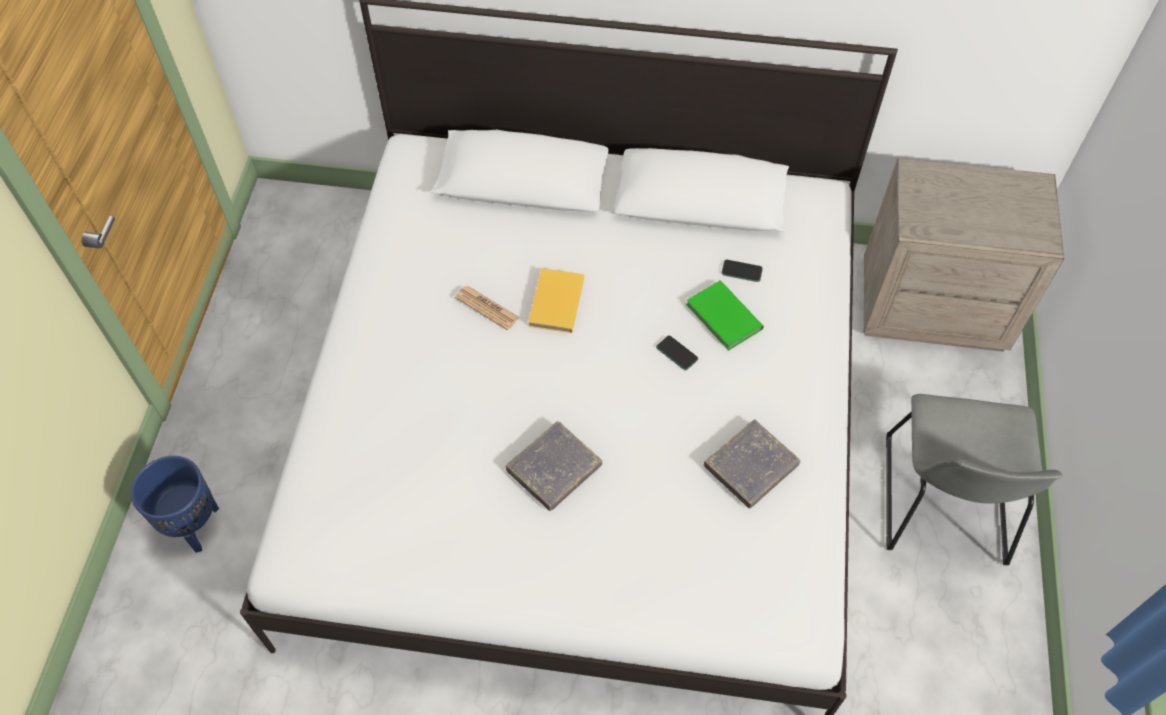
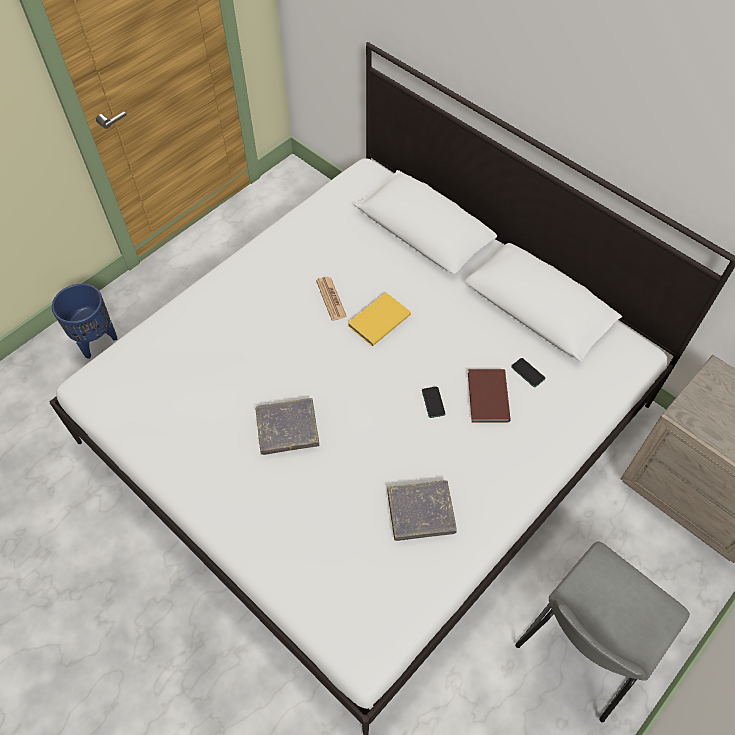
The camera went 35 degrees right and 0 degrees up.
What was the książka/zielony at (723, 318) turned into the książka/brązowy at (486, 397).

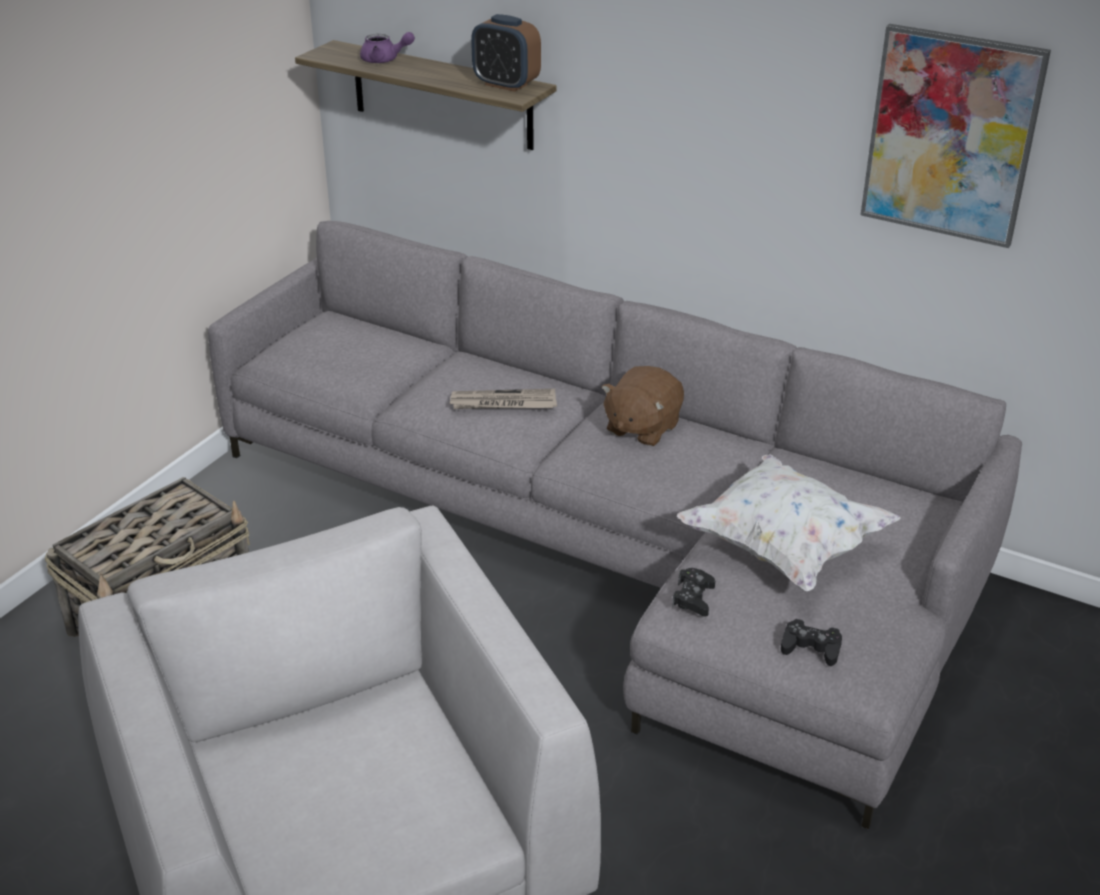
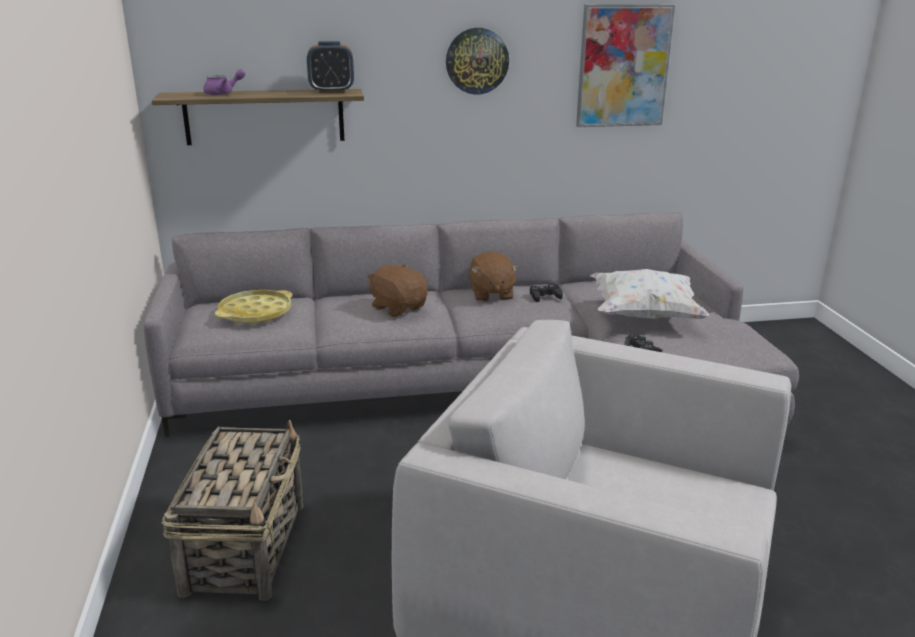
The camera went 40 degrees left and 10 degrees down.
The second view gained the taca/żółty at (255, 313).
The second view gained the zegar ścienny at (477, 61).
The pad do gier/czarny ended up elsewhere, having gone from (811, 648) to (545, 296).
Where the gazeta stood at (503, 403), the pluszak/brązowy came to stand at (398, 308).

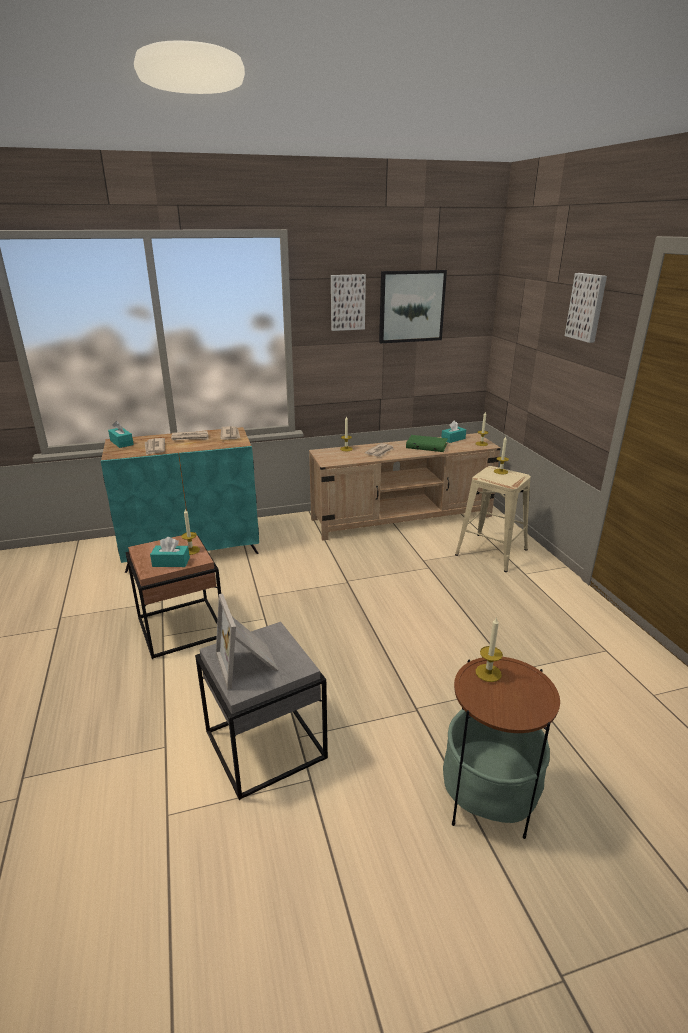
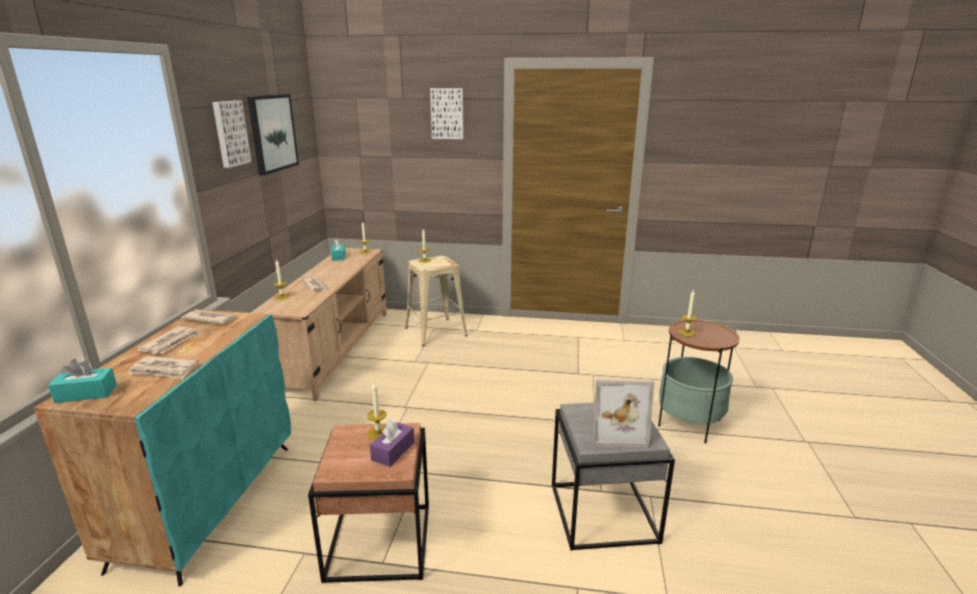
The camera went 65 degrees left and 5 degrees down.
The second view lost the książka/zielony at (427, 445).
What was the pudełko chusteczek/turkusowy at (171, 562) turned into the pudełko chusteczek/fioletowy at (393, 451).

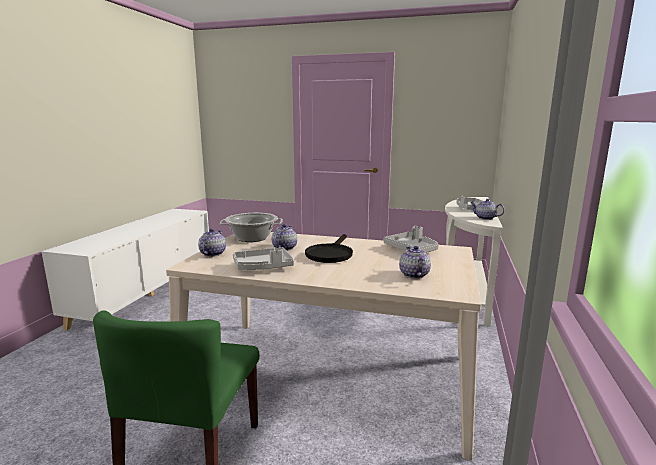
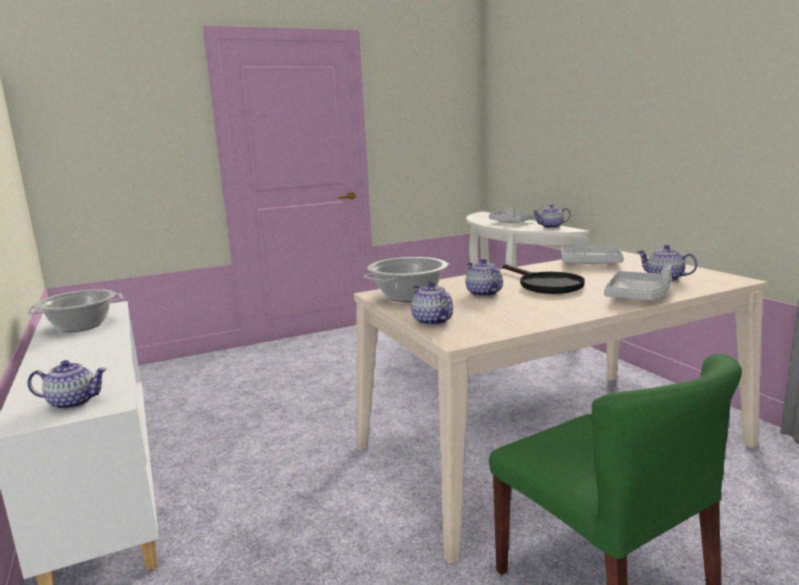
The camera went 40 degrees left and 0 degrees up.
The second view gained the garnek at (81, 326).
The second view gained the imbryk at (73, 402).
The taca/szary ended up elsewhere, having gone from (263, 267) to (638, 296).

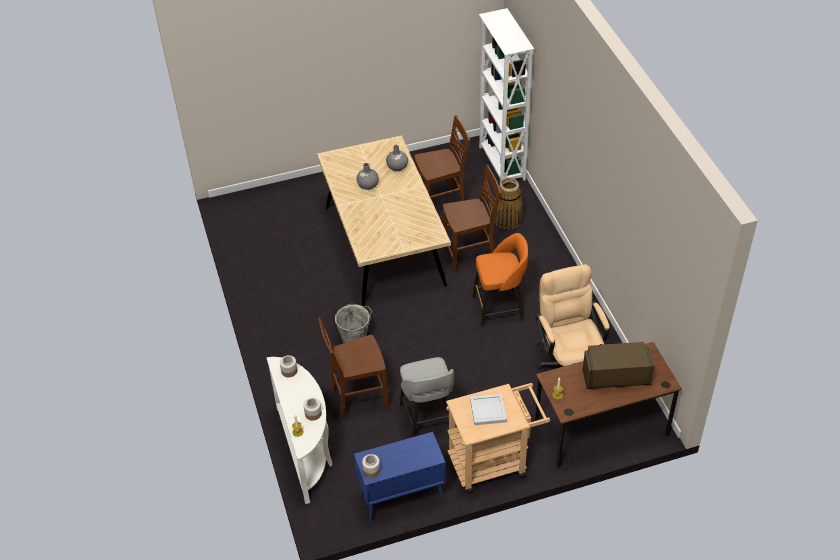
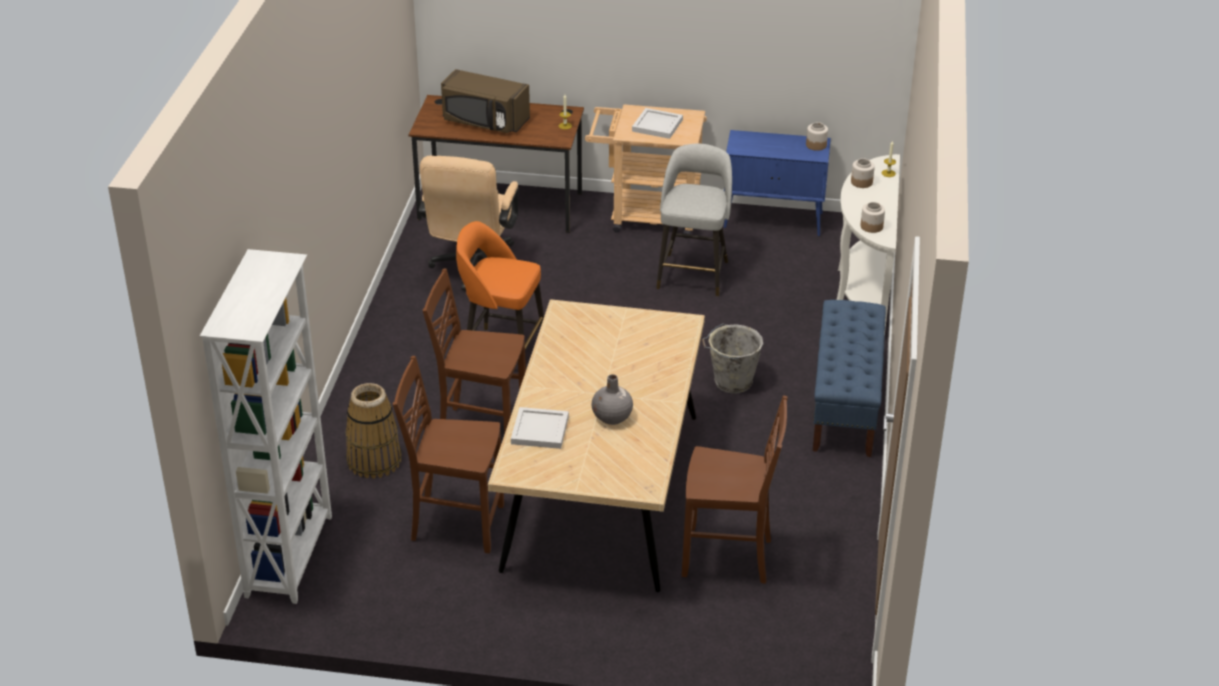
The camera went 155 degrees left and 10 degrees down.
The second view gained the ławka/niebieski at (845, 405).
The krzesło/brązowy ended up elsewhere, having gone from (358, 398) to (729, 557).
Where the wazon/szary stood at (397, 167), the taca/biały came to stand at (541, 430).

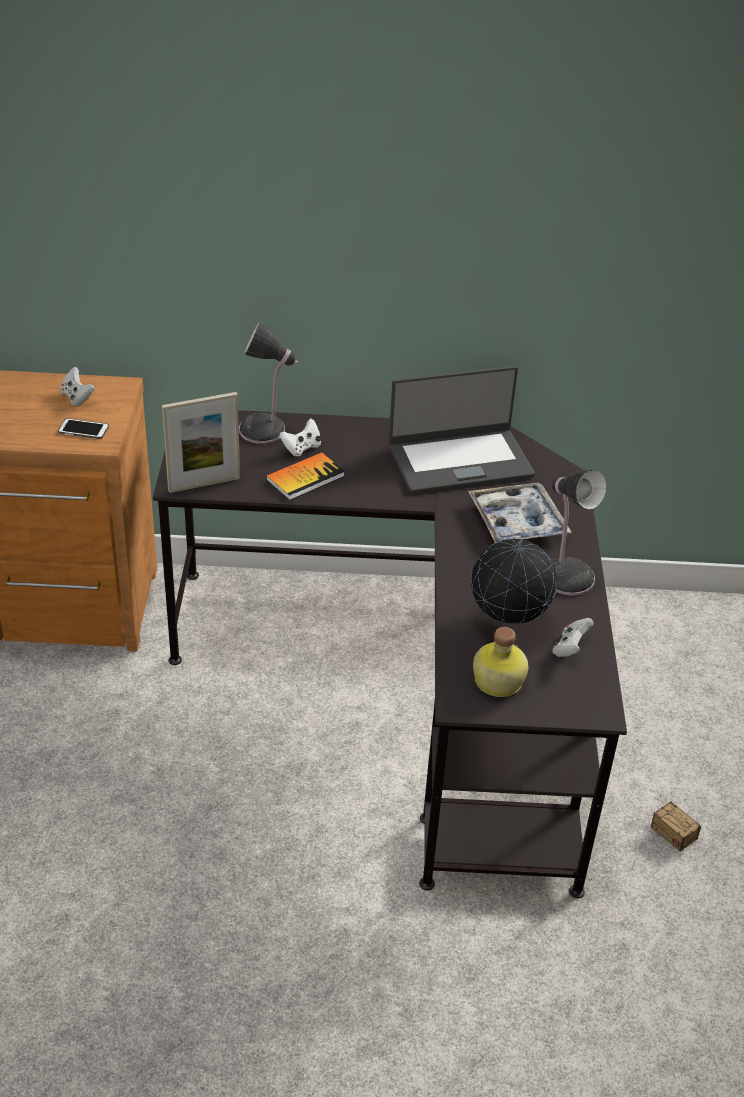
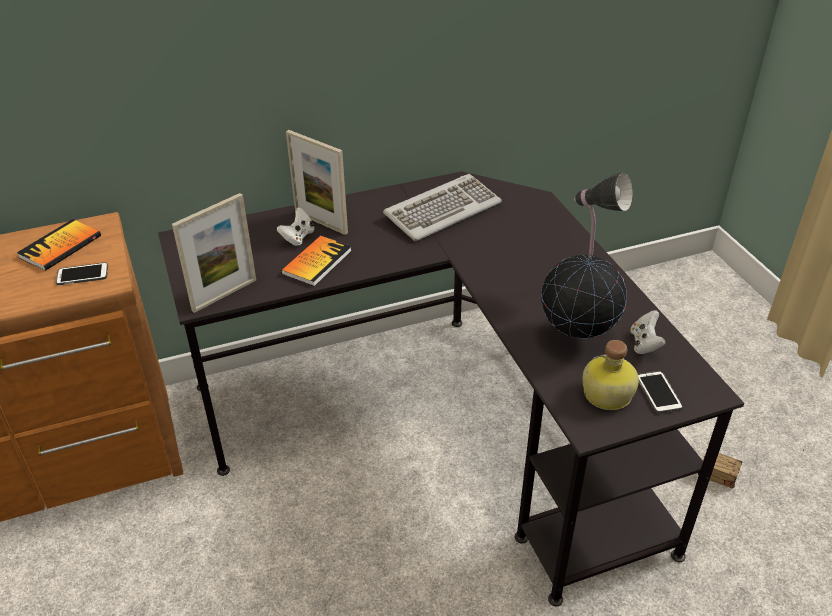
The camera went 20 degrees left and 0 degrees up.
The second view lost the lampa stołowa at (265, 430).
The second view lost the taca at (517, 521).
The second view gained the ramka na zdjęcie at (321, 222).
The second view gained the telefon at (658, 393).
Where the pad do gier/biały stood at (77, 398), the książka came to stand at (60, 246).
Where the laptop stood at (459, 460), the klawiatura came to stand at (442, 210).

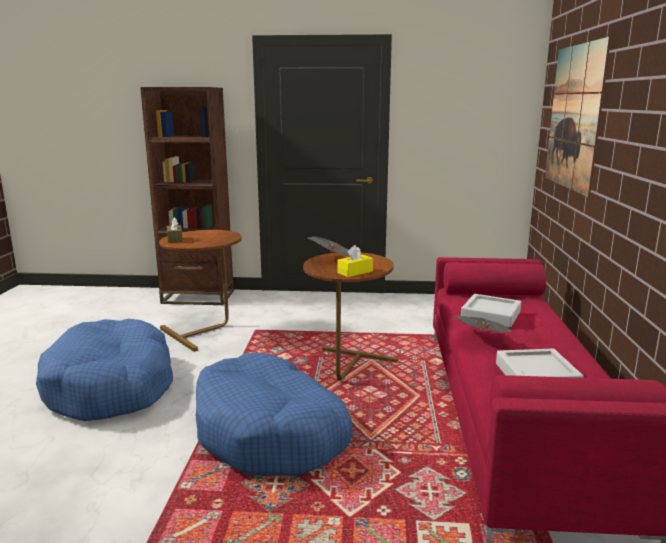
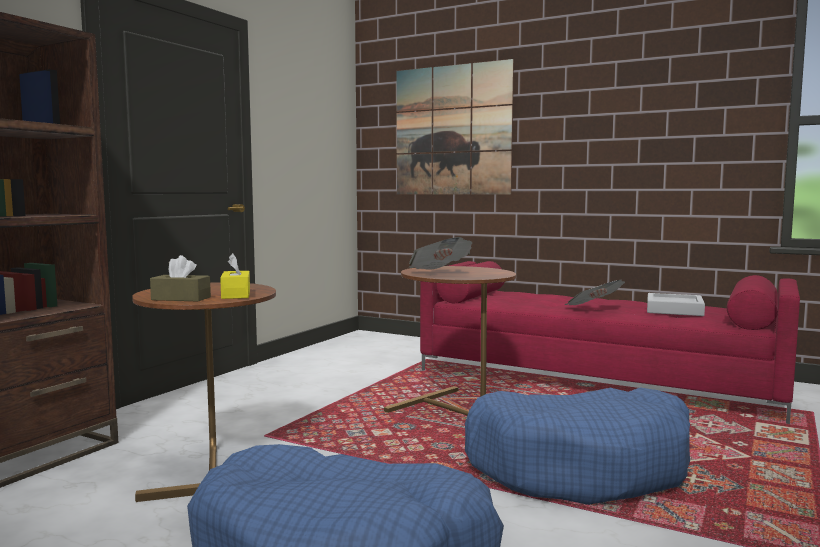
The camera went 65 degrees left and 10 degrees down.
The second view lost the taca/szary at (490, 315).
The pudełko chusteczek/żółty ended up elsewhere, having gone from (355, 272) to (236, 294).

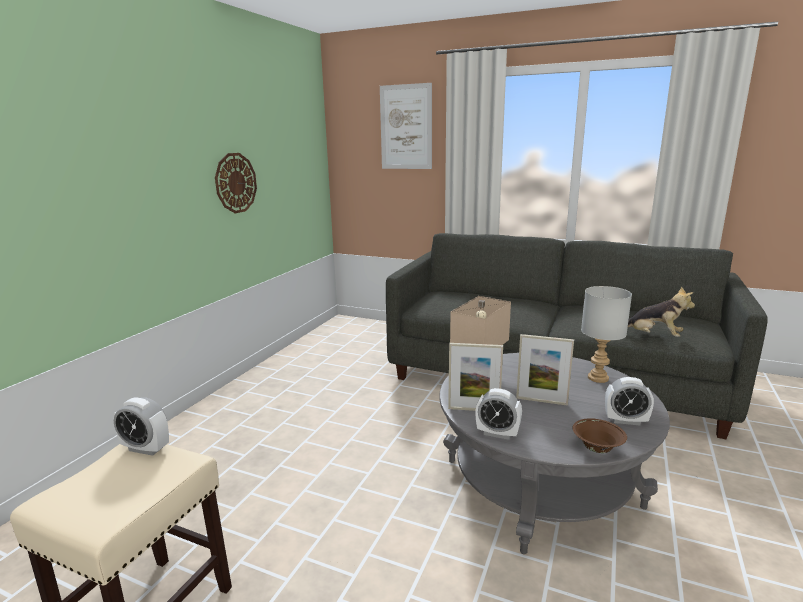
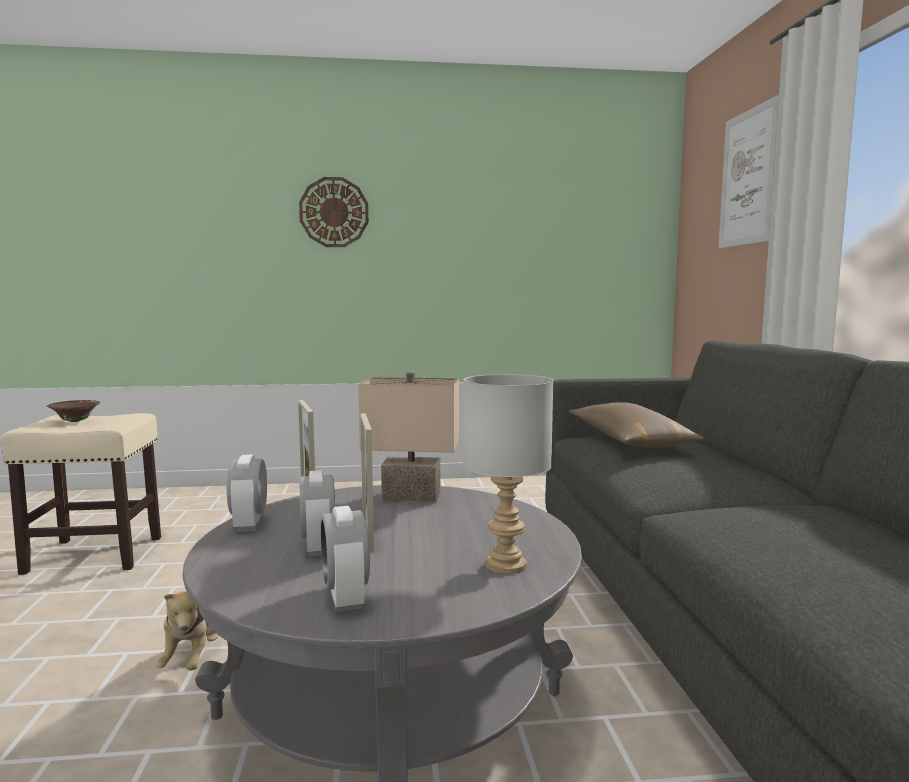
The camera went 60 degrees right and 10 degrees down.
The second view gained the poduszka/brązowy at (628, 440).
The budzik ended up elsewhere, having gone from (146, 449) to (318, 547).
The zegar ścienny ended up elsewhere, having gone from (235, 183) to (334, 212).
The miska/brązowy ended up elsewhere, having gone from (597, 449) to (75, 421).
The pluszak ended up elsewhere, having gone from (653, 336) to (195, 657).

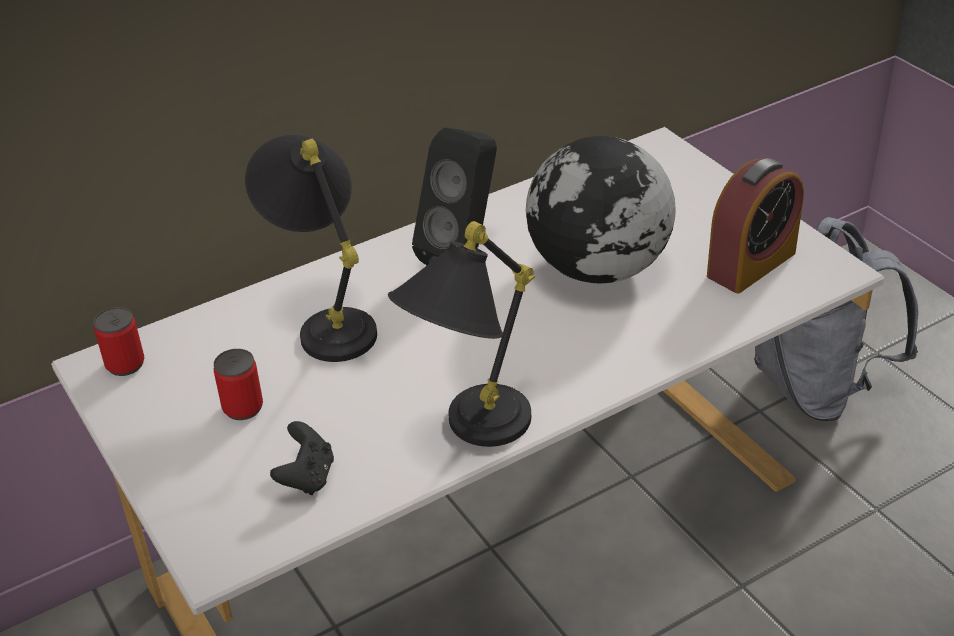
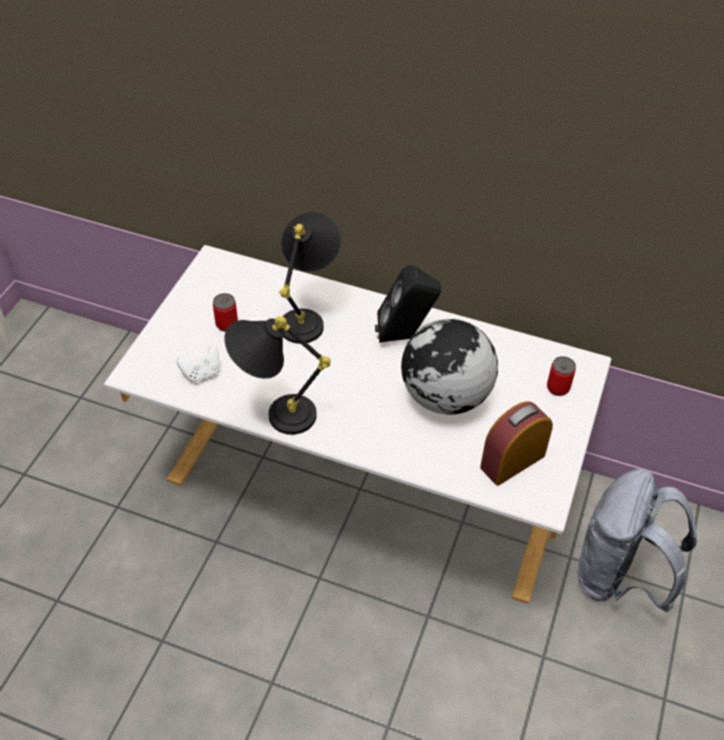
The camera went 50 degrees right and 10 degrees up.
The puszka ended up elsewhere, having gone from (125, 364) to (558, 387).
What was the pad do gier/czarny at (307, 477) turned into the pad do gier/biały at (201, 373).
The budzik at (751, 264) ended up facing another way, 135 degrees clockwise from before.

